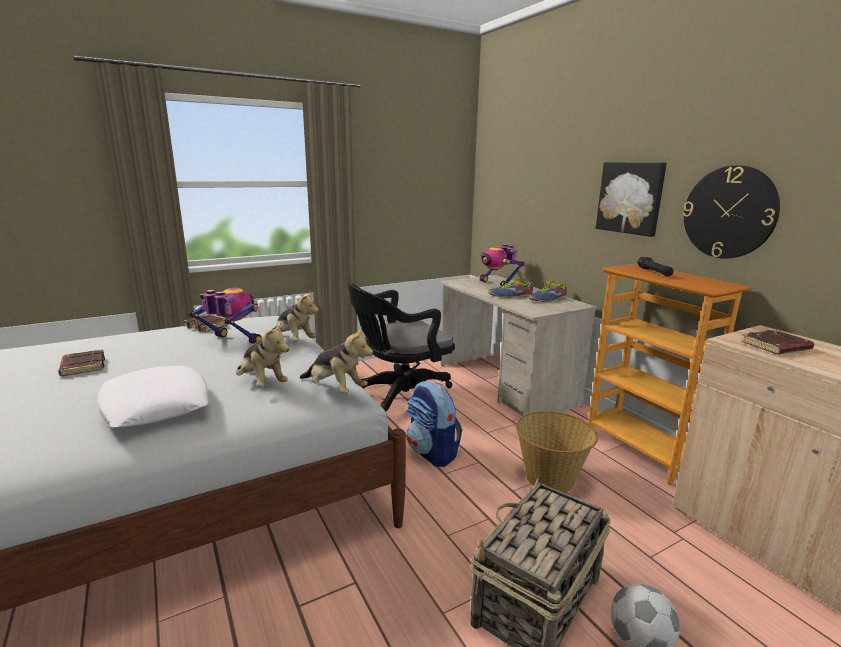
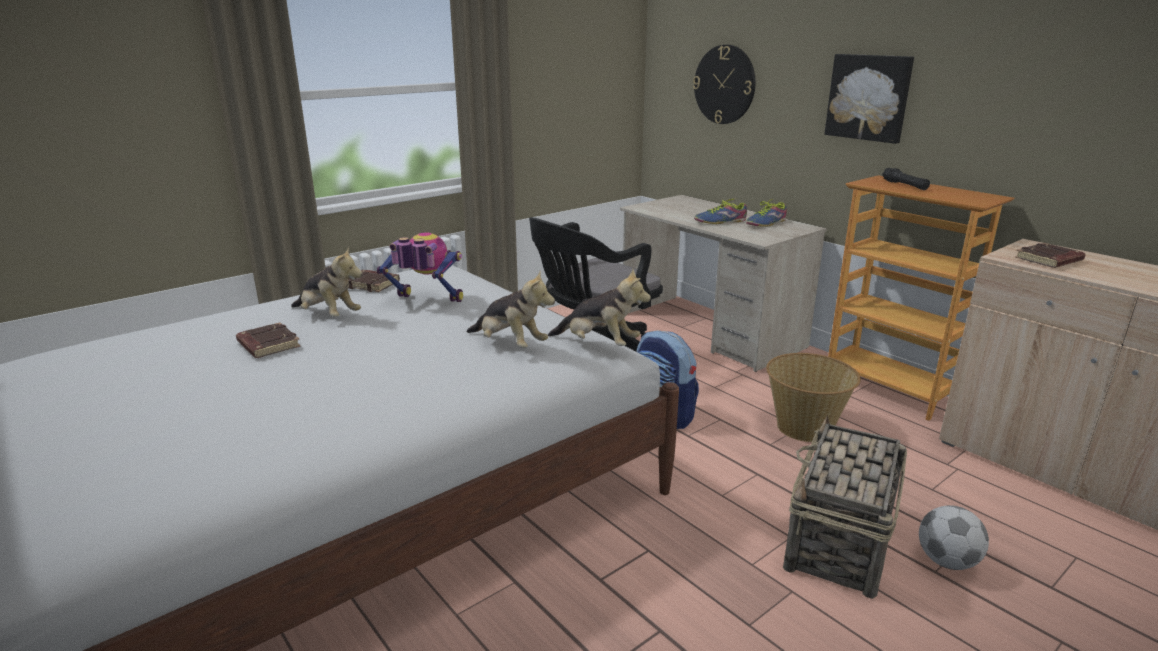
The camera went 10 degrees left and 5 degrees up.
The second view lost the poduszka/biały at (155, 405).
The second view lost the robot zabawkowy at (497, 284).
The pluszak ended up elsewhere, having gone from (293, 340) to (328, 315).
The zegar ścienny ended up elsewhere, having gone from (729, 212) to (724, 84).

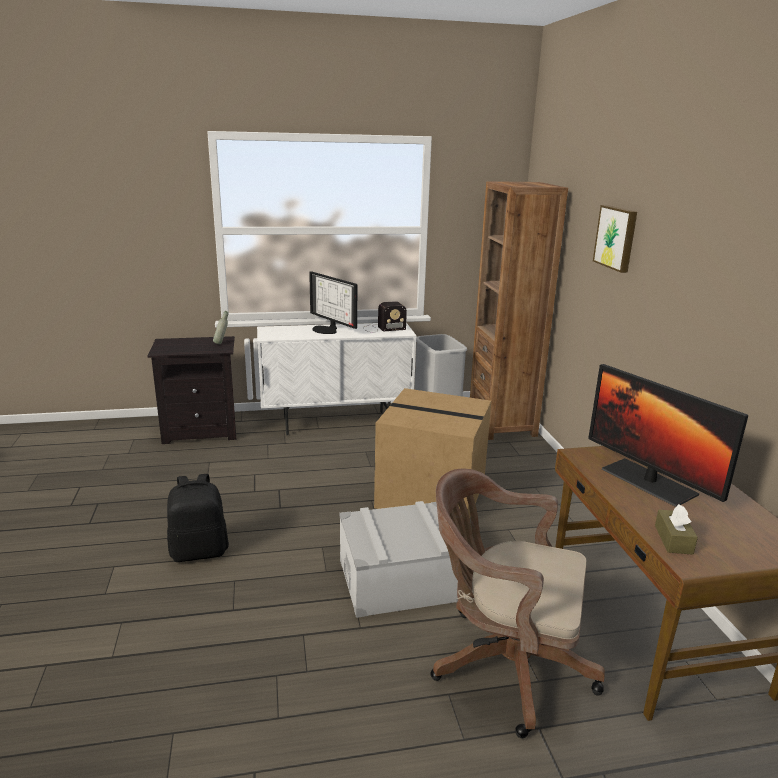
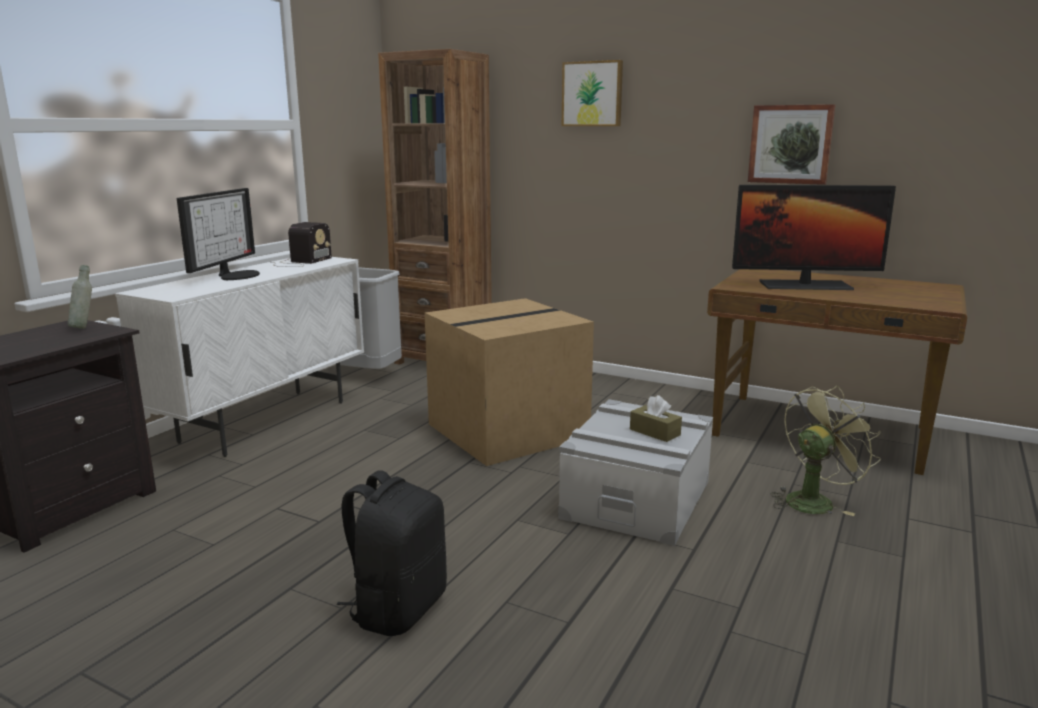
The camera went 50 degrees left and 5 degrees down.
The second view gained the obraz at (790, 144).
The pudełko chusteczek/brązowy ended up elsewhere, having gone from (673, 540) to (654, 432).
Where the krzesło biurowe/brązowy stood at (503, 663), the wentylator/zielony came to stand at (814, 500).
The monitor at (327, 329) ended up facing another way, 75 degrees counterclockwise from before.

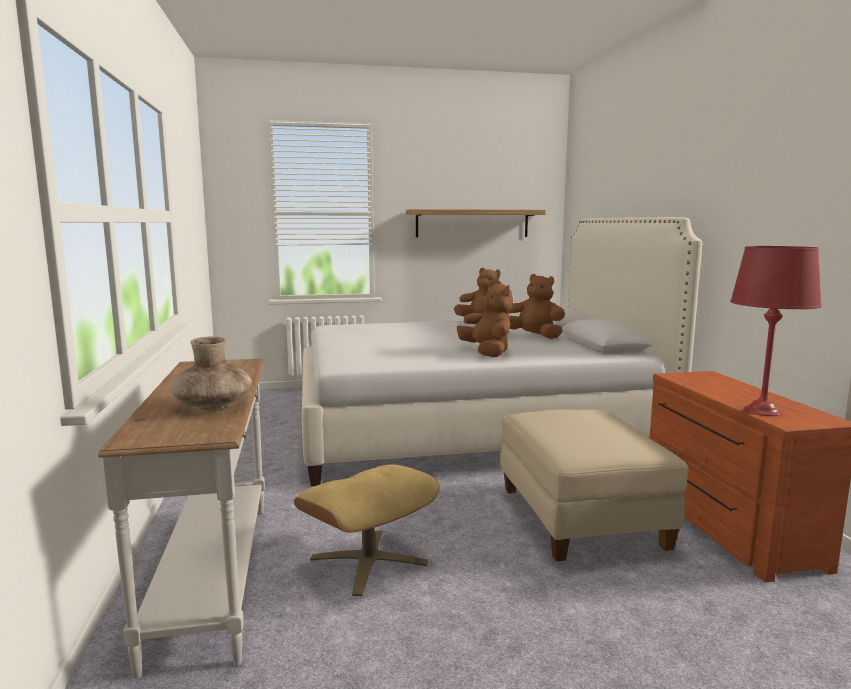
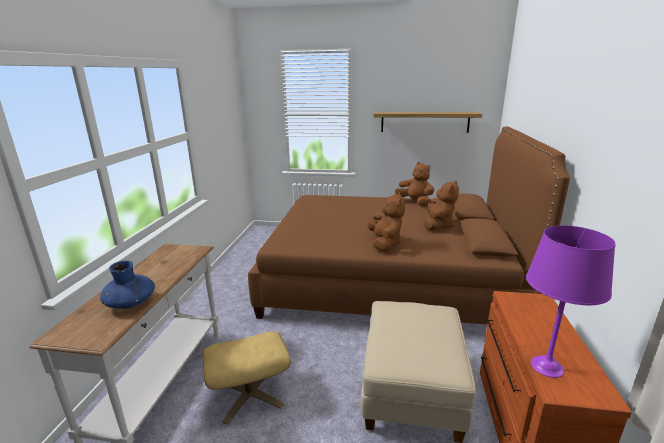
The camera went 20 degrees right and 10 degrees up.
What was the wazon/brązowy at (214, 406) turned into the wazon/niebieski at (131, 303).
What was the łóżko/biały at (471, 427) turned into the łóżko/brązowy at (388, 280).
What was the lampa stołowa/czerwony at (762, 411) turned into the lampa stołowa/fioletowy at (547, 367).
The pluszak/brązowy at (534, 336) ended up facing another way, 60 degrees clockwise from before.

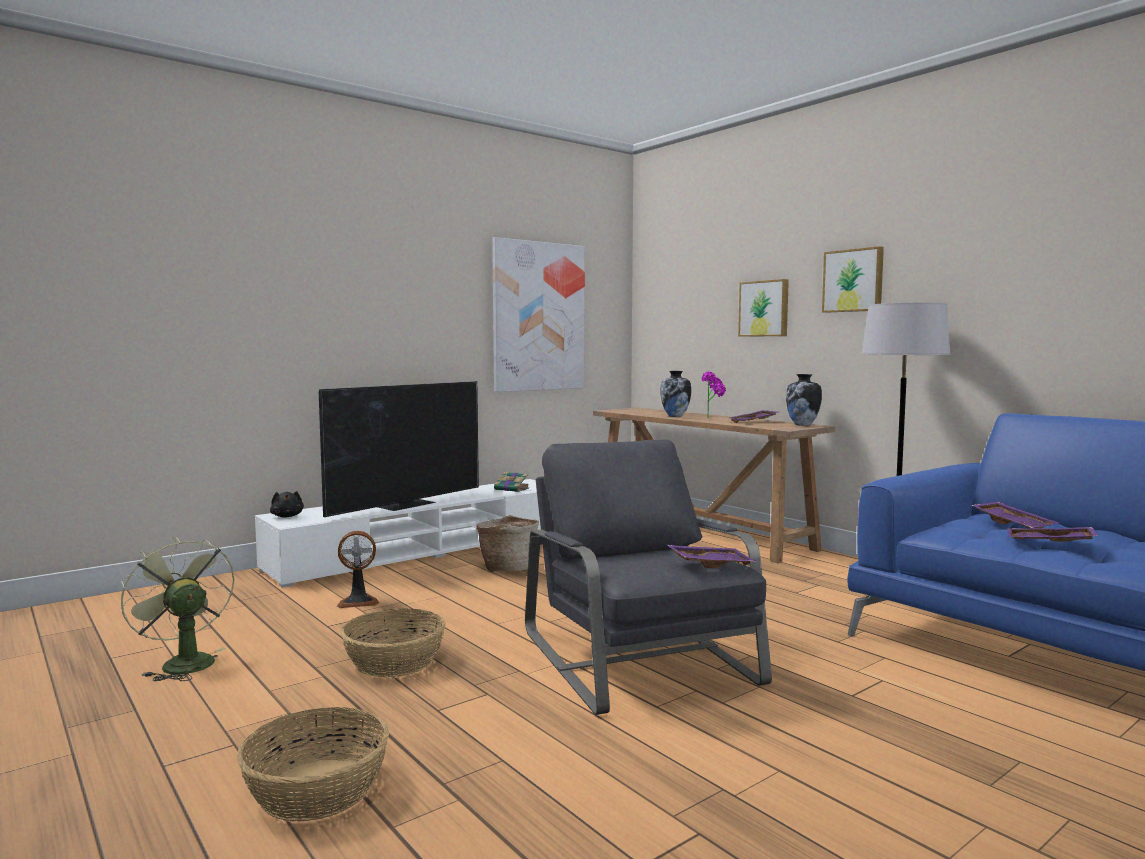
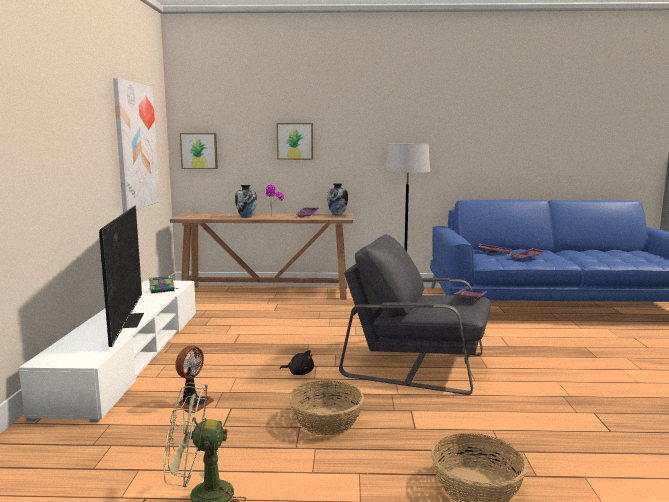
The camera went 50 degrees left and 5 degrees up.
The second view lost the koszyk at (508, 568).
The pluszak/czarny ended up elsewhere, having gone from (287, 516) to (299, 373).
The obraz ended up elsewhere, having gone from (853, 280) to (199, 150).

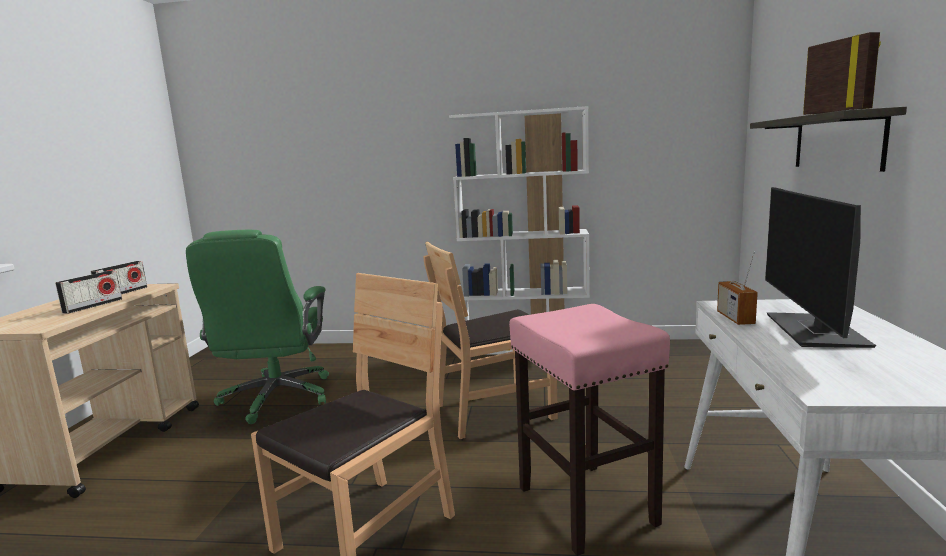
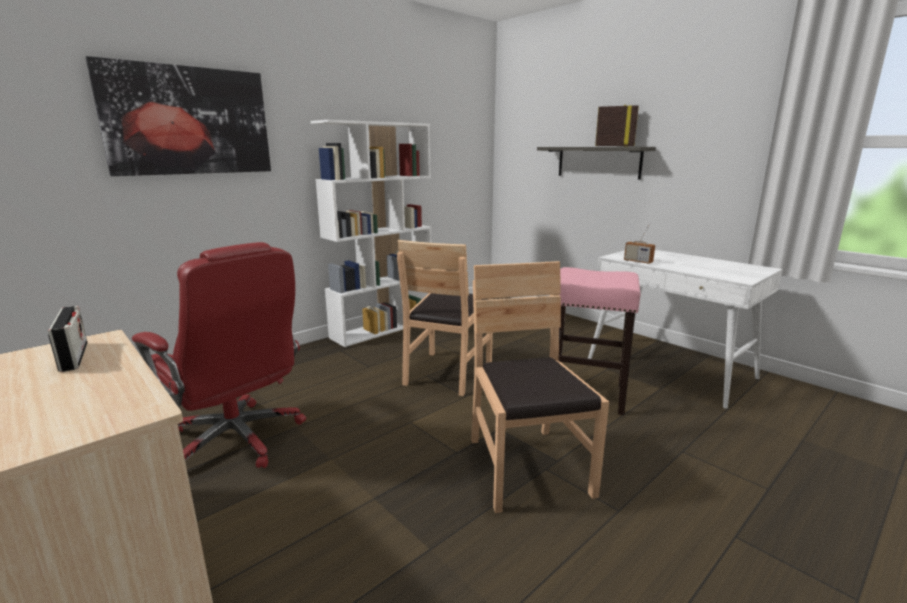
The camera went 50 degrees left and 5 degrees up.
The second view lost the radio at (93, 306).
The second view lost the monitor at (817, 332).
The second view gained the obraz at (189, 121).
What was the krzesło biurowe/zielony at (276, 398) turned into the krzesło biurowe/czerwony at (237, 440).

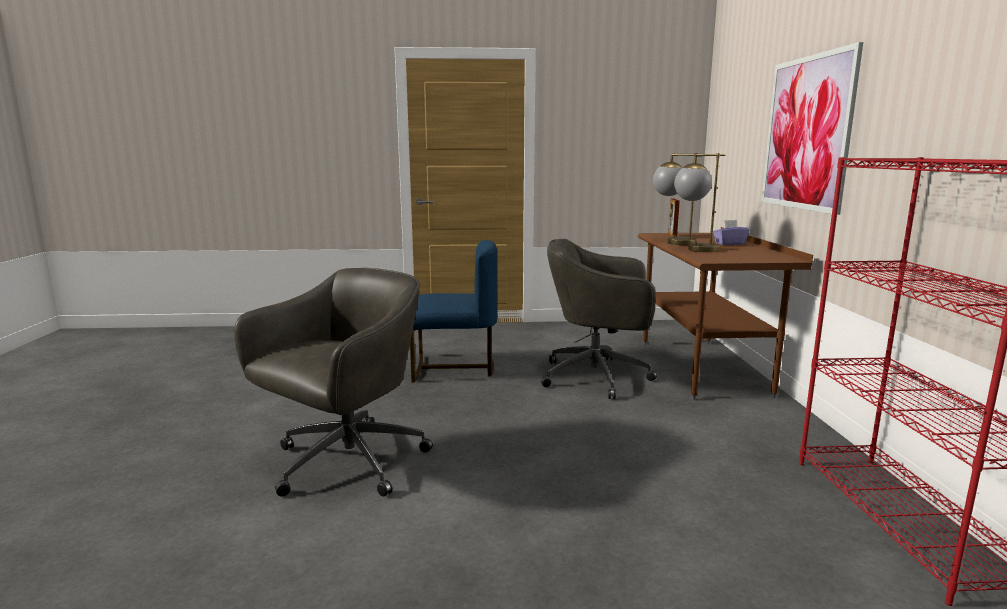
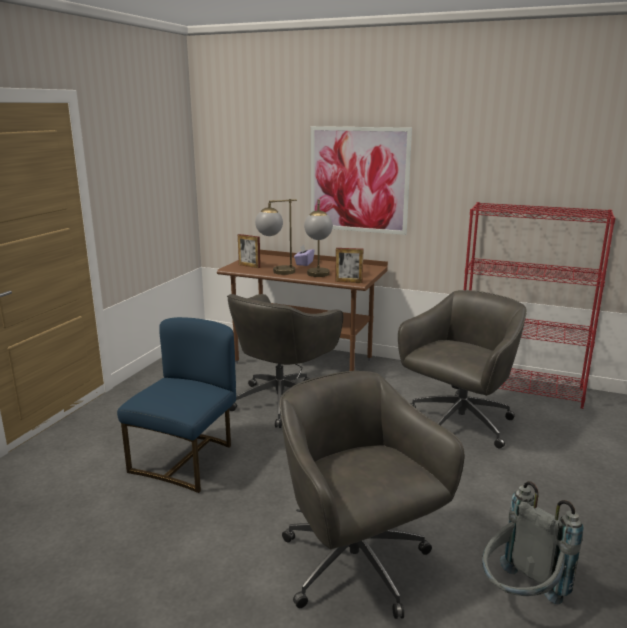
The camera went 65 degrees left and 5 degrees up.
The second view gained the ramka na zdjęcie at (348, 282).
The second view gained the krzesło biurowe/szary at (458, 424).
The second view gained the plecak/szary at (519, 598).

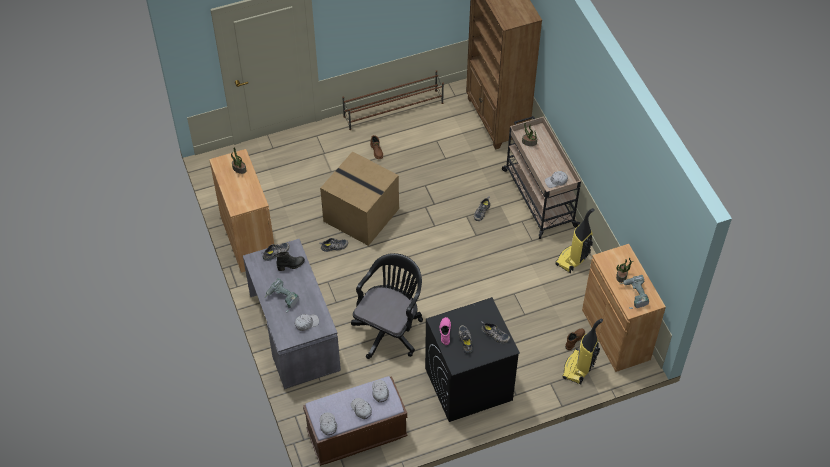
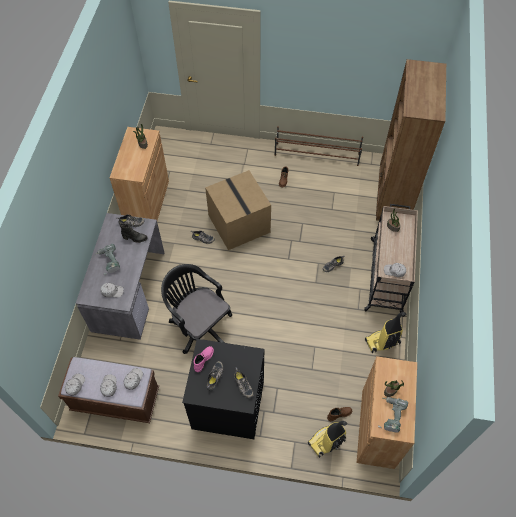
The camera went 30 degrees right and 5 degrees up.
The krzesło biurowe/czarny at (389, 328) ended up facing another way, 105 degrees counterclockwise from before.

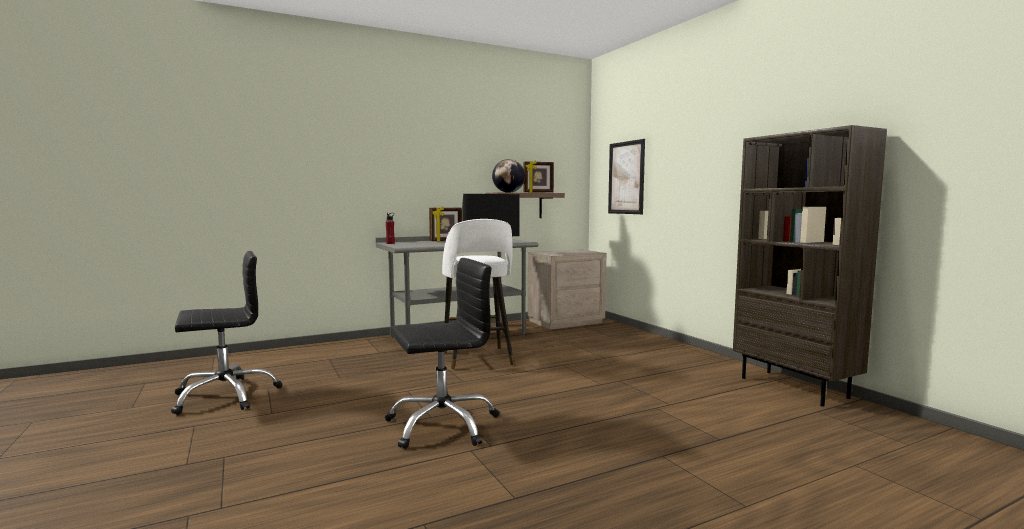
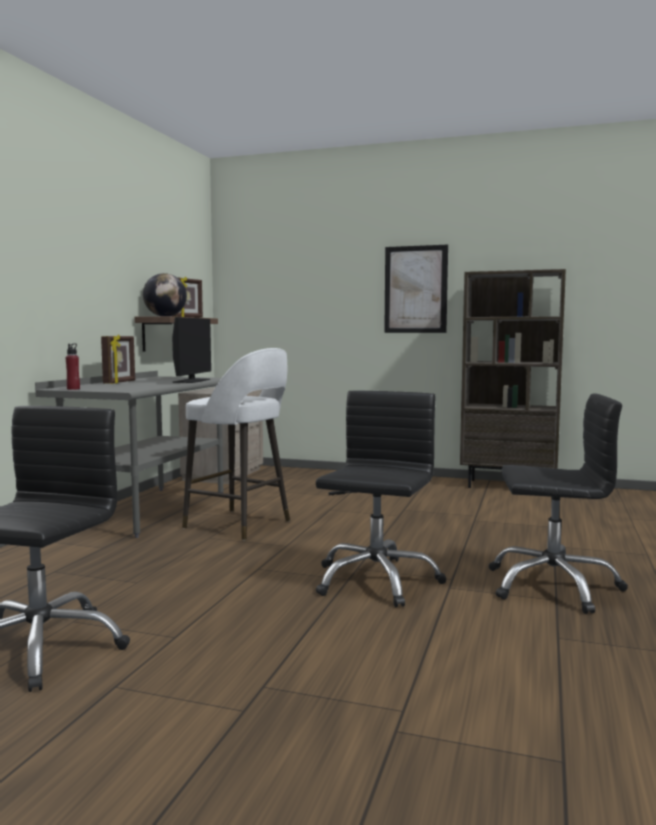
The camera went 45 degrees left and 0 degrees up.
The second view gained the krzesło biurowe/czarny at (552, 585).
The obraz ended up elsewhere, having gone from (626, 178) to (415, 289).

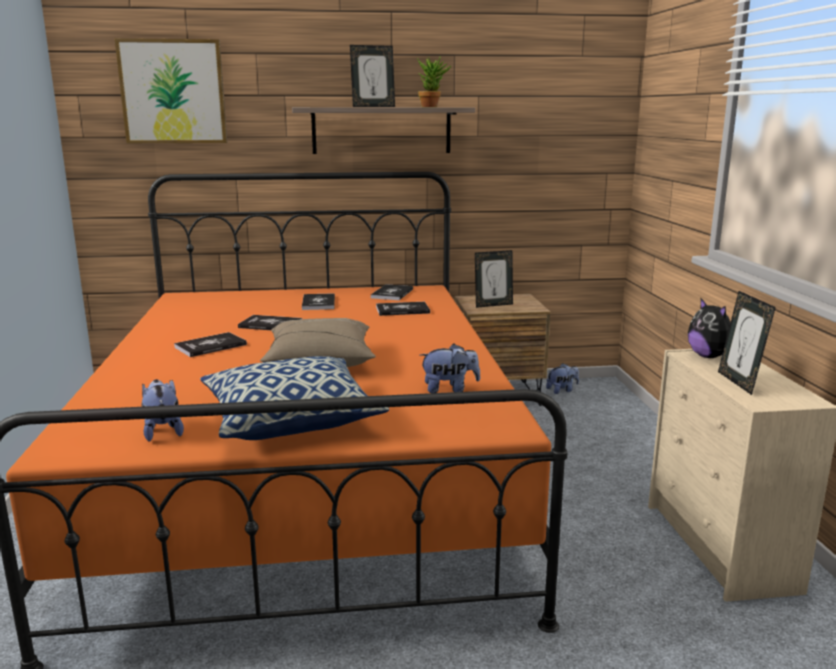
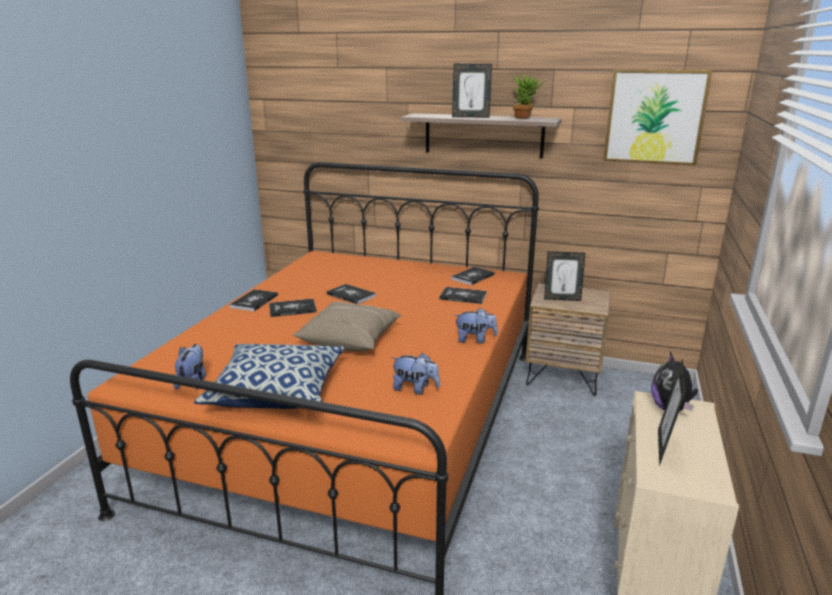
The camera went 25 degrees right and 5 degrees up.
The obraz ended up elsewhere, having gone from (173, 92) to (654, 117).
The książka ended up elsewhere, having gone from (318, 303) to (254, 301).
The pluszak ended up elsewhere, having gone from (562, 390) to (475, 340).

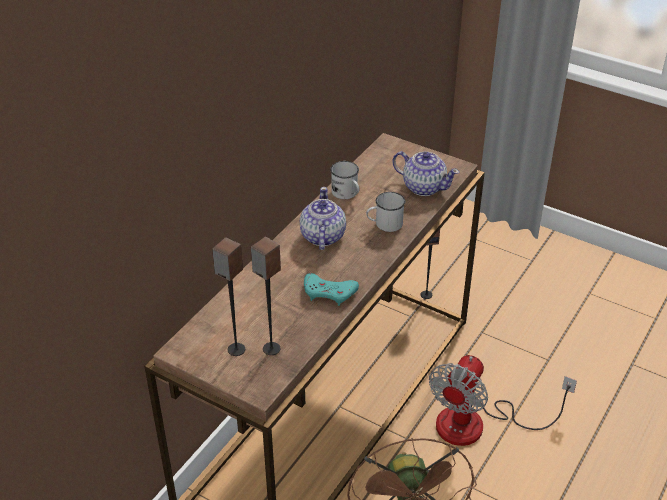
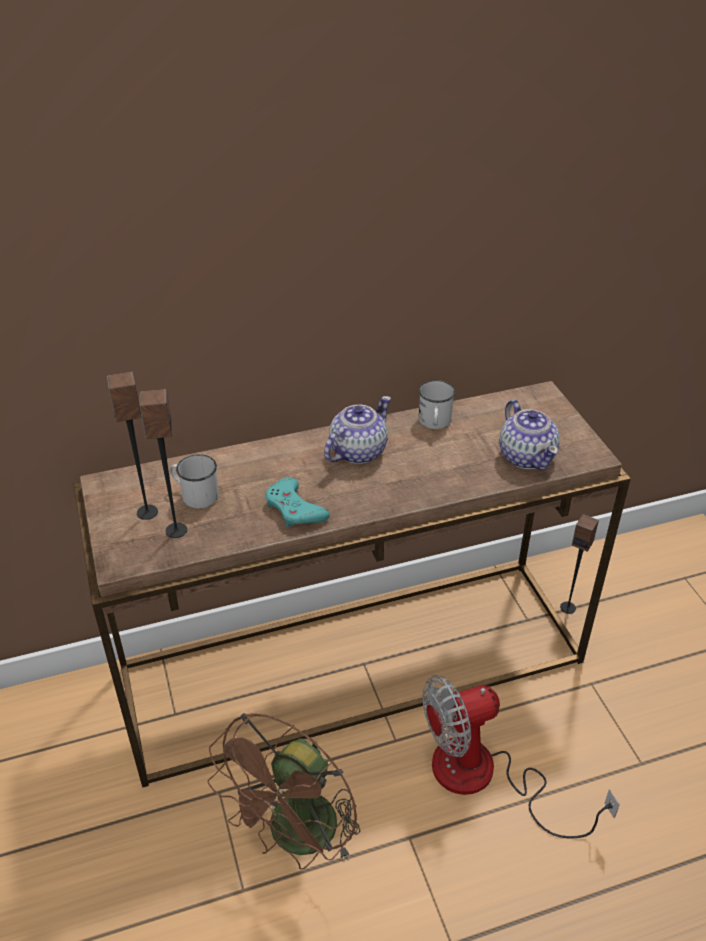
The camera went 40 degrees right and 0 degrees up.
The kubek/biały ended up elsewhere, having gone from (384, 224) to (195, 495).

